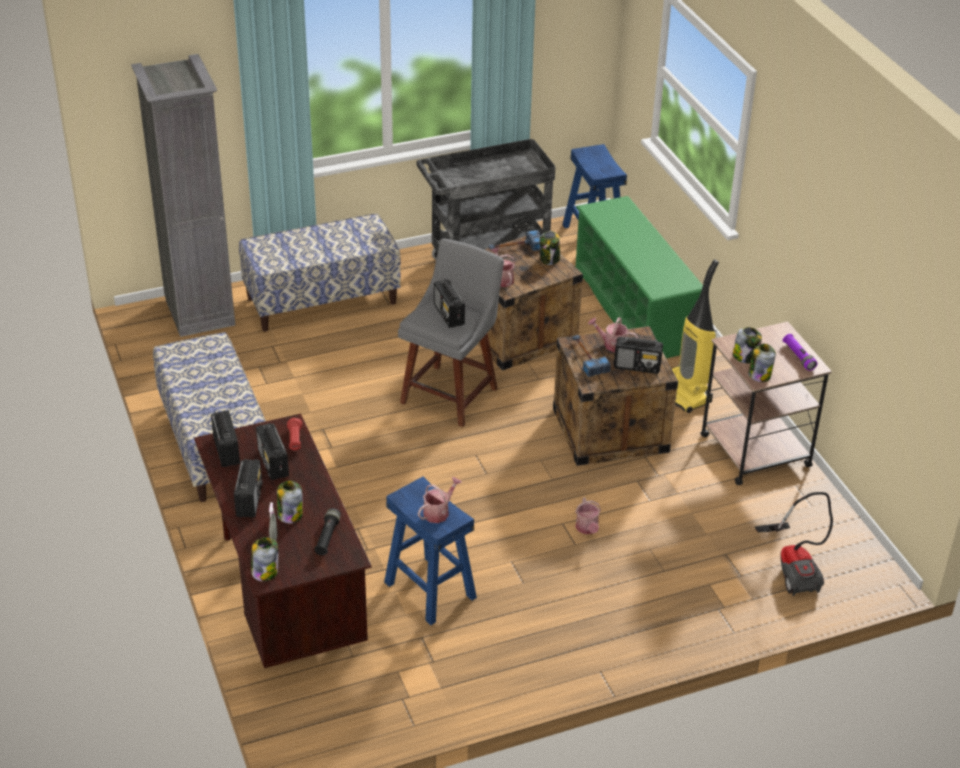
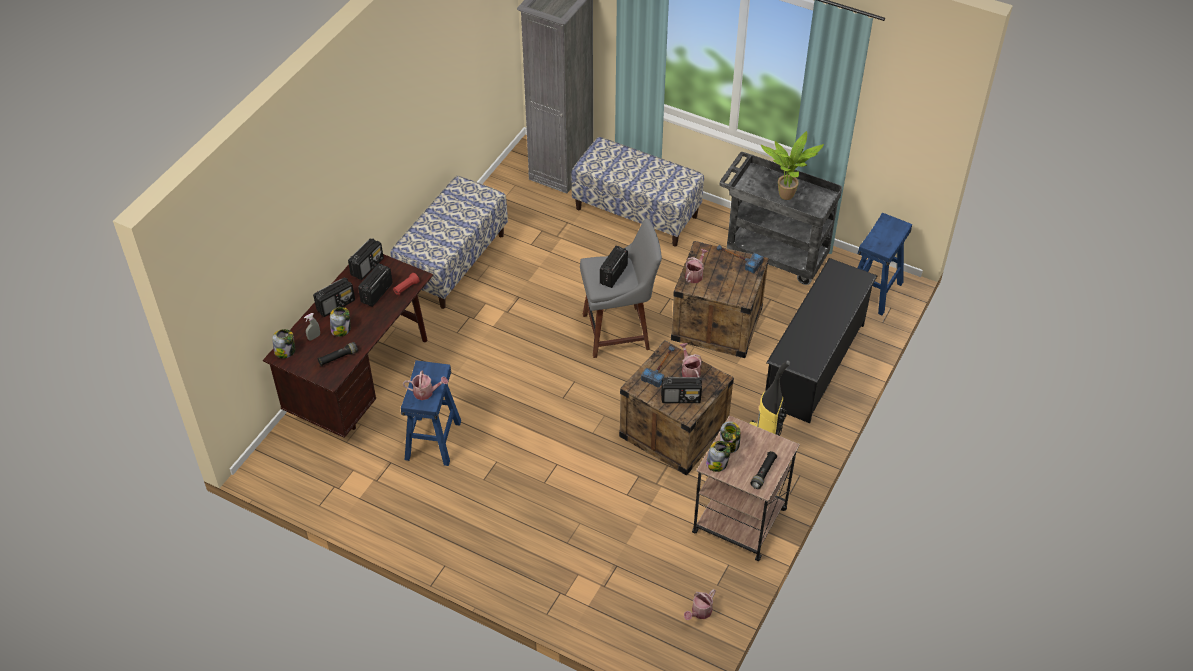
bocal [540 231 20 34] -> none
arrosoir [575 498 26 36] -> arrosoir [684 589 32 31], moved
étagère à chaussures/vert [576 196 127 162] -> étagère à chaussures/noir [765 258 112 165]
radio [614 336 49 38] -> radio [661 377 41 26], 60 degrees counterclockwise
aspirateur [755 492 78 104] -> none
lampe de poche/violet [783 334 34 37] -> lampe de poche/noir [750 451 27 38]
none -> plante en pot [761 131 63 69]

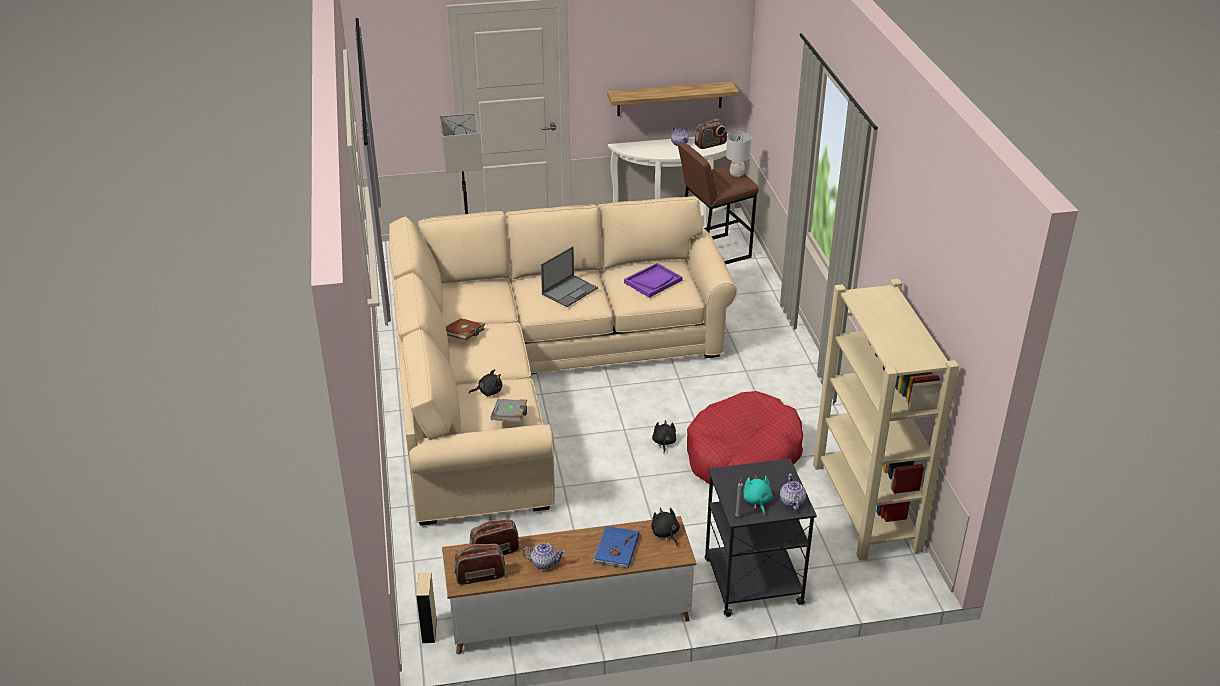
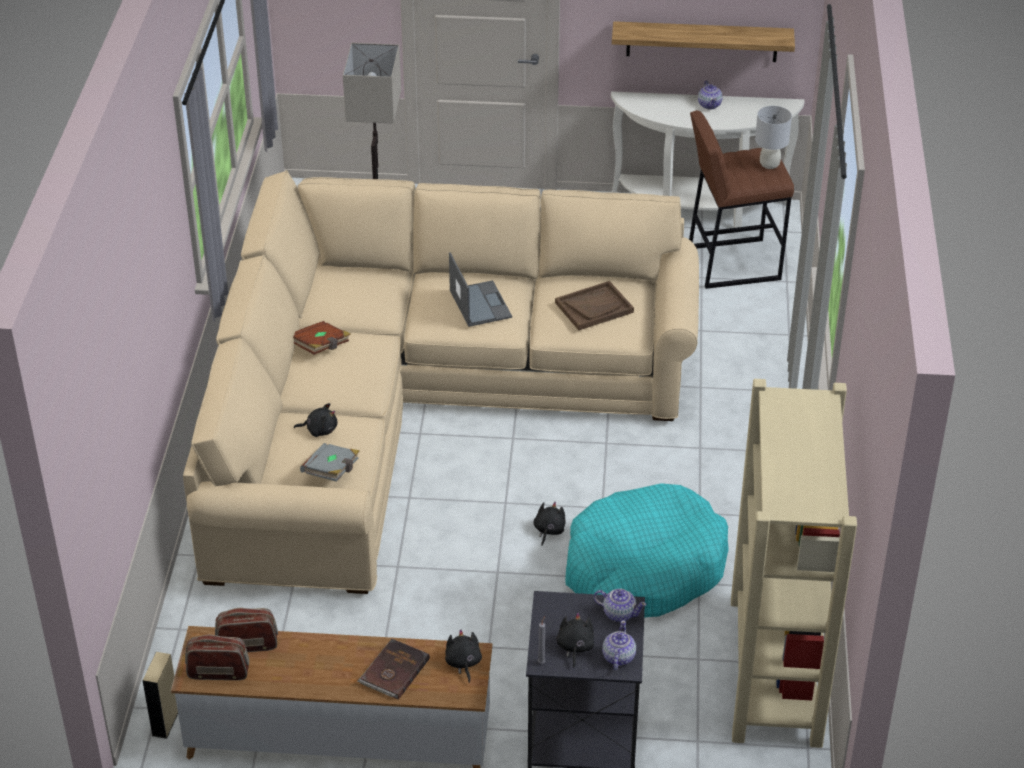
théière [522 543 43 26] -> théière [594 589 52 33], moved
ordinateur portable [541 246 57 61] -> ordinateur portable [449 252 63 75], 75 degrees counterclockwise
livre/bleu [592 526 47 43] -> livre/marron [357 639 73 61]
plateau/violet [624 263 59 35] -> plateau/marron [555 281 79 49]
panier pour chien/rouge [687 391 116 93] -> panier pour chien/turquoise [565 483 164 135]
radio [694 118 33 31] -> none
peluche/turquoise [744 474 29 41] -> peluche/noir [556 613 38 55]

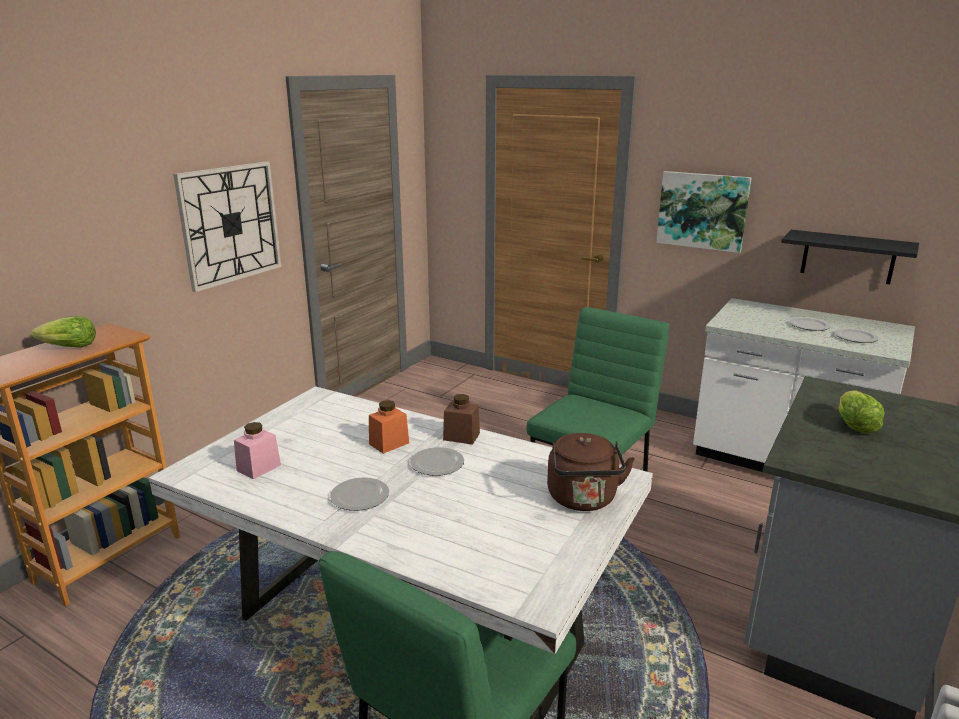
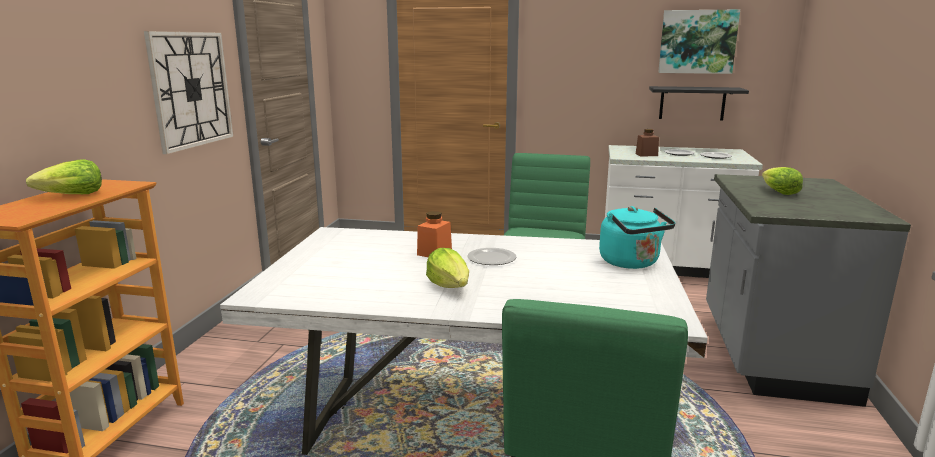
bocal/rose [234 422 47 57] -> none
assiette [330 477 59 34] -> laitue [426 248 43 40]
bocal/marron [443 394 37 51] -> bocal/marron [636 129 23 27], moved
bouilloire/marron [547 433 88 78] -> bouilloire/turquoise [599 206 76 63]
tableau [656 171 96 82] -> tableau [658 10 82 64], moved

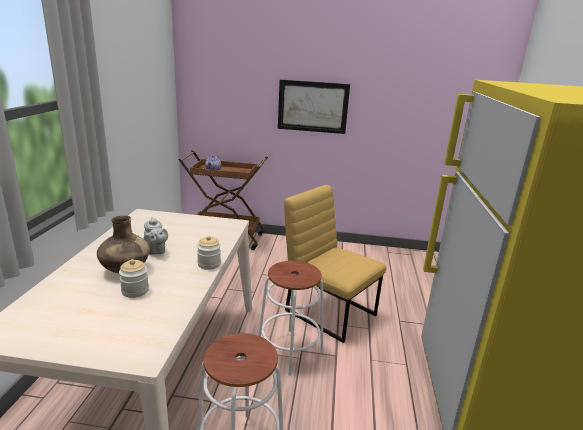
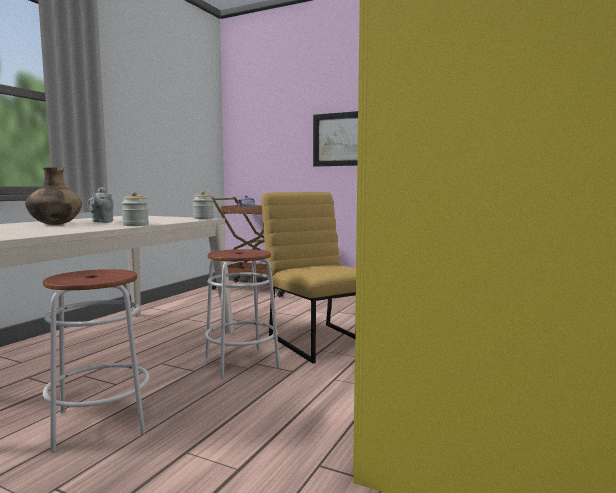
bocal [119 259 30 39] -> bocal [193 191 21 28], moved

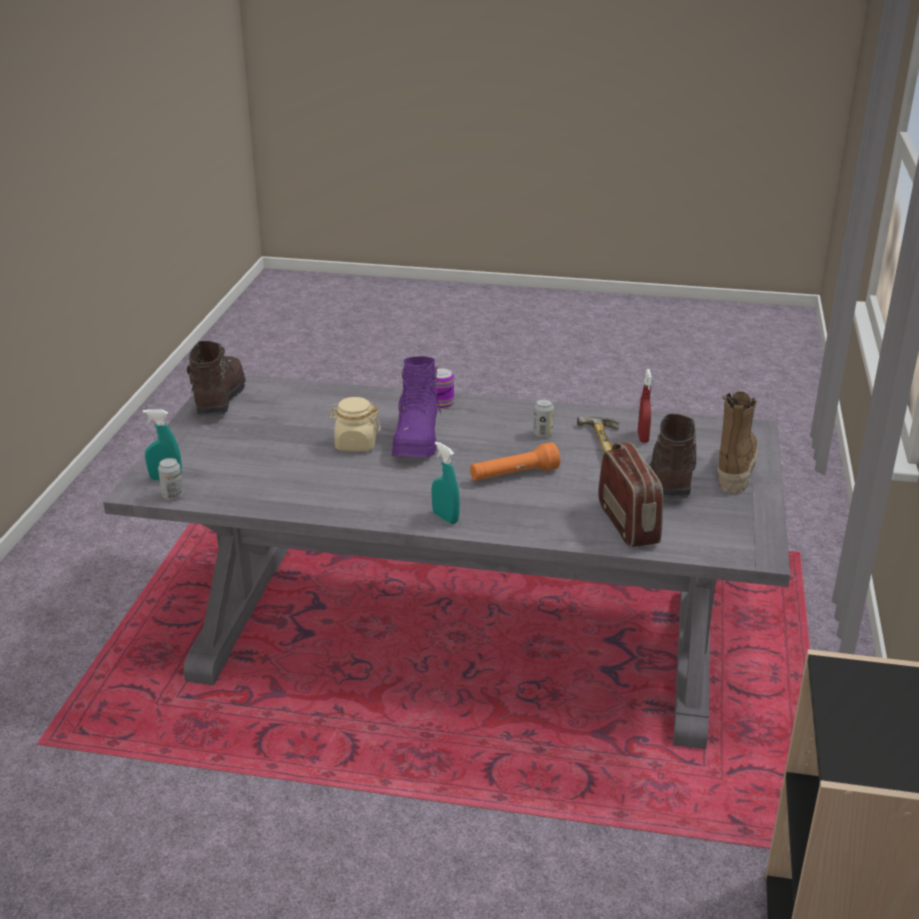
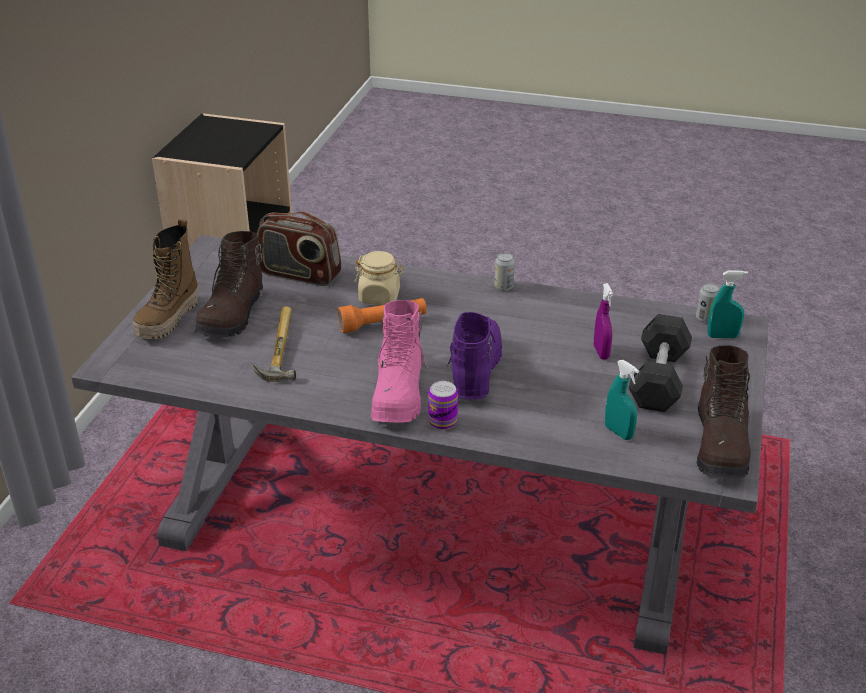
bocal/beige [328 397 53 55] -> bocal/beige [354 251 50 54], moved
vaporisateur/turquoise [431 441 29 83] -> vaporisateur/turquoise [605 360 34 80], moved
boîte métallique [533 399 21 39] -> boîte métallique [494 253 21 38], moved
radio [598 442 65 105] -> radio [257 212 85 74], 60 degrees counterclockwise
vaporisateur/rouge [638 369 14 74] -> none
none -> botte/rose [371 300 56 123]
none -> vaporisateur/violet [594 283 20 76]
none -> haltère/gris [629 314 63 98]

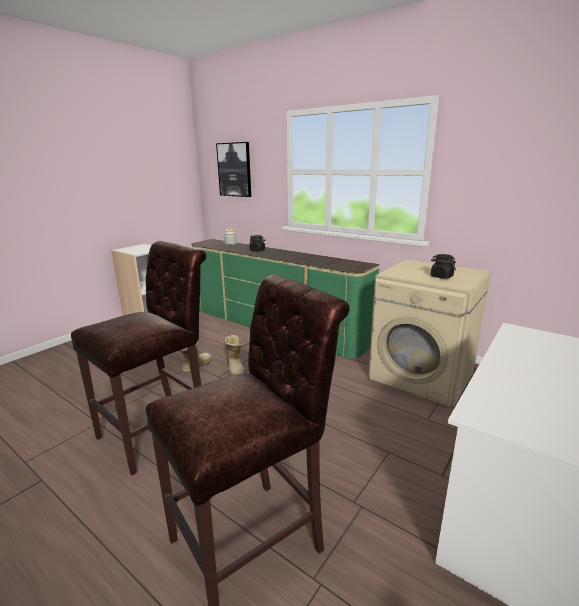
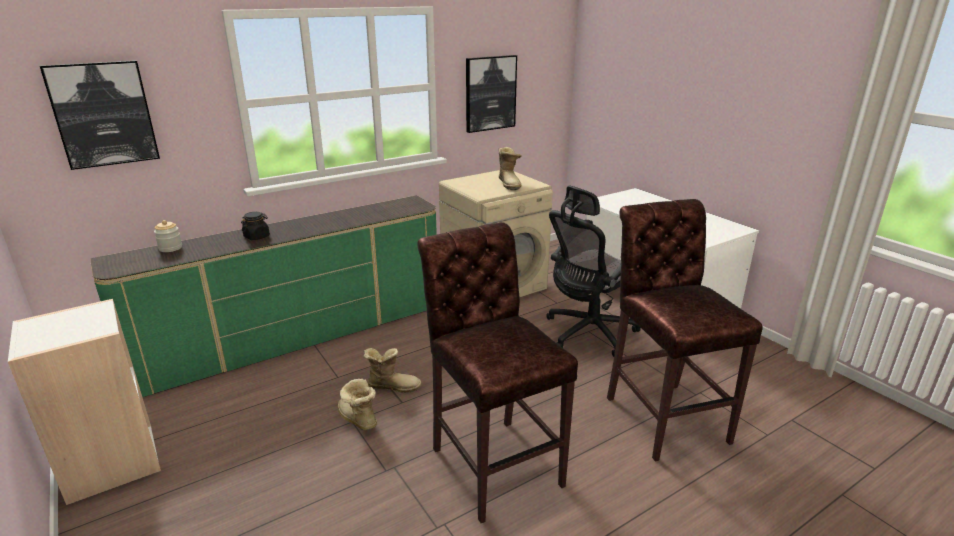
bocal/noir [431 254 25 25] -> botte [498 147 24 43]
none -> tableau [466 55 51 78]
none -> chaise de bureau [547 186 94 171]

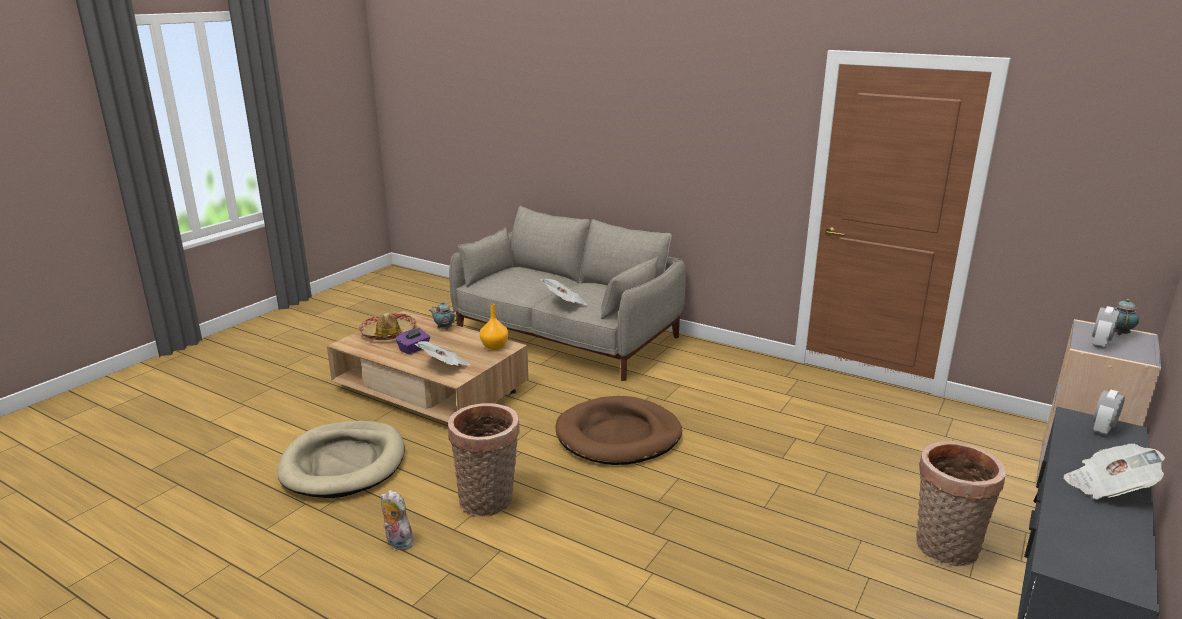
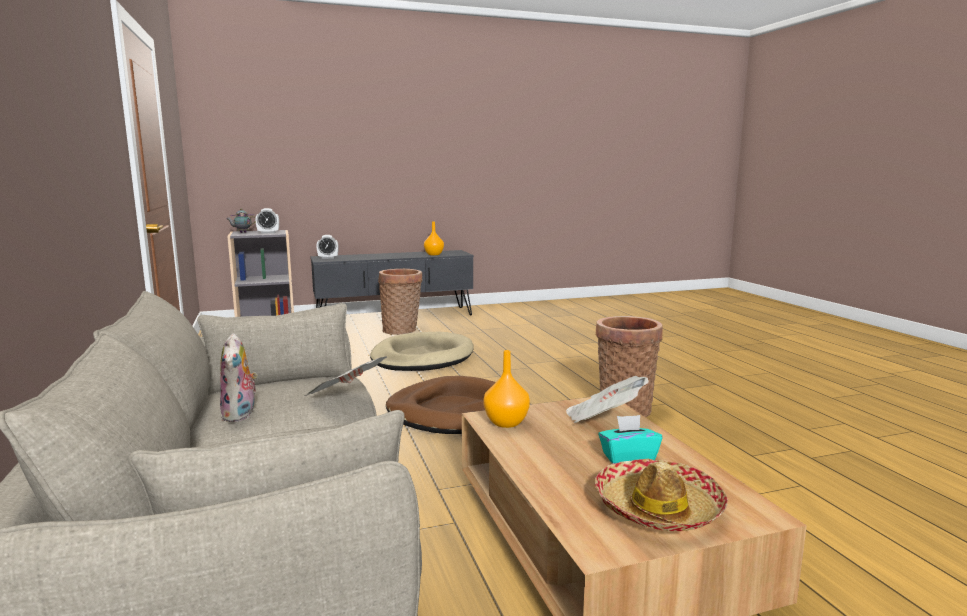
panier pour chien/beige [277 421 127 77] -> panier pour chien/beige [370 332 104 39], moved
peluche [381 490 36 60] -> peluche [220 333 38 89], moved
boîte à mouchoirs/violet [396 327 34 28] -> boîte à mouchoirs/turquoise [598 415 64 49]
théière [430 302 28 28] -> none
journal [1064 444 101 55] -> none
none -> vase/orange [424 221 20 34]

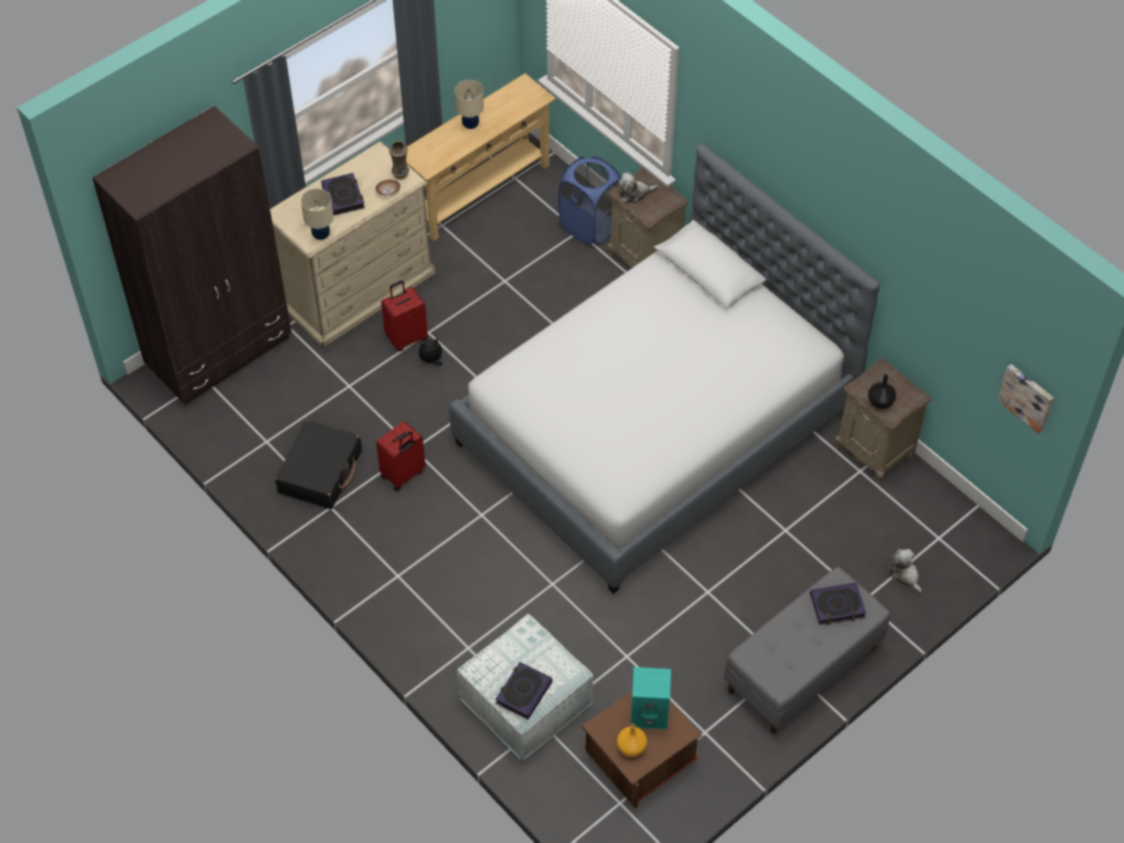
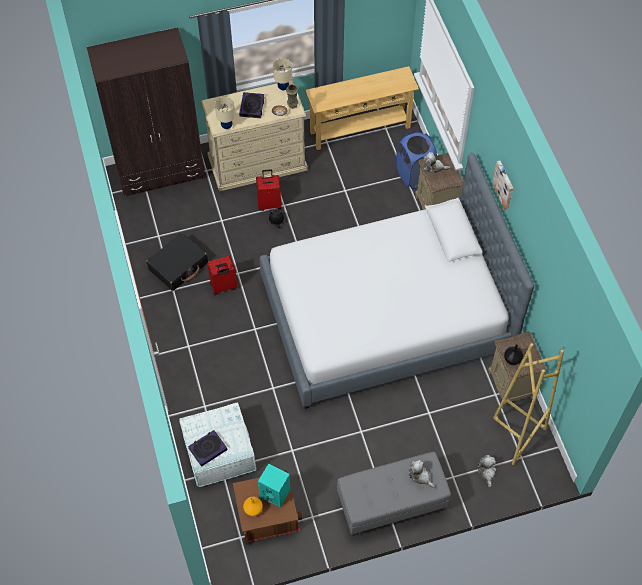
lampe de table/beige [455 80 29 49] -> lampe de table/beige [273 58 19 32], moved
livre [810 582 56 43] -> peluche [408 460 27 28]
tableau [997 364 57 69] -> tableau [492 161 21 49], moved
none -> portant/jaune [493 343 71 122]

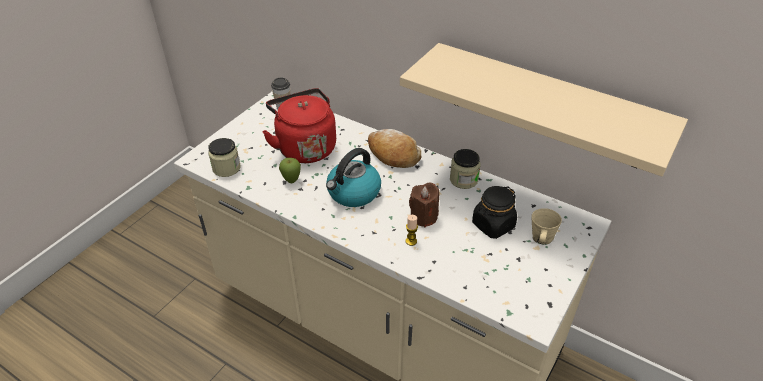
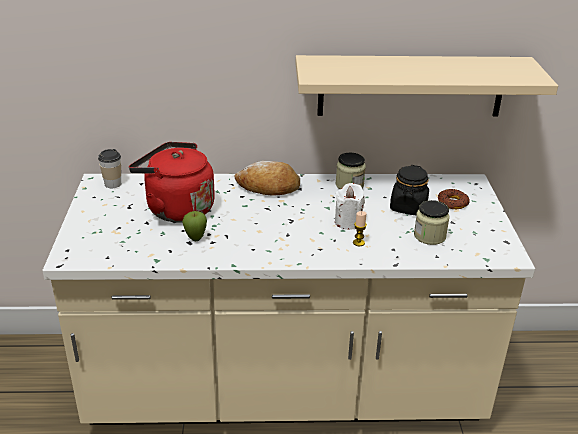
bocal [208 138 33 39] -> bocal [414 200 36 45], moved
bouilloire [326 148 55 59] -> none
bougie/marron [409 183 30 44] -> bougie/blanc [335 183 30 47]
mug/beige [531 208 31 37] -> beignet [438 189 32 20]

